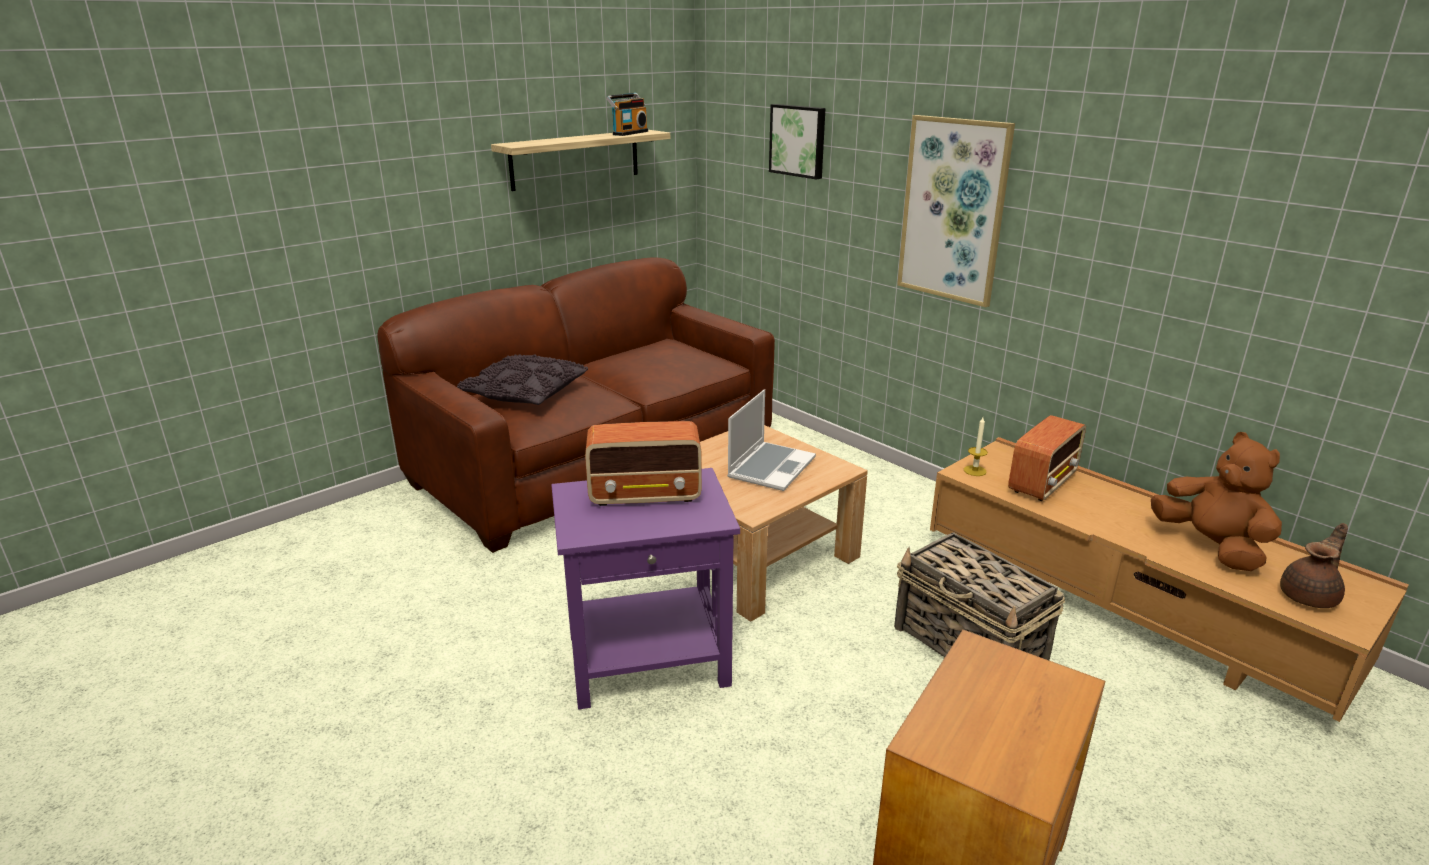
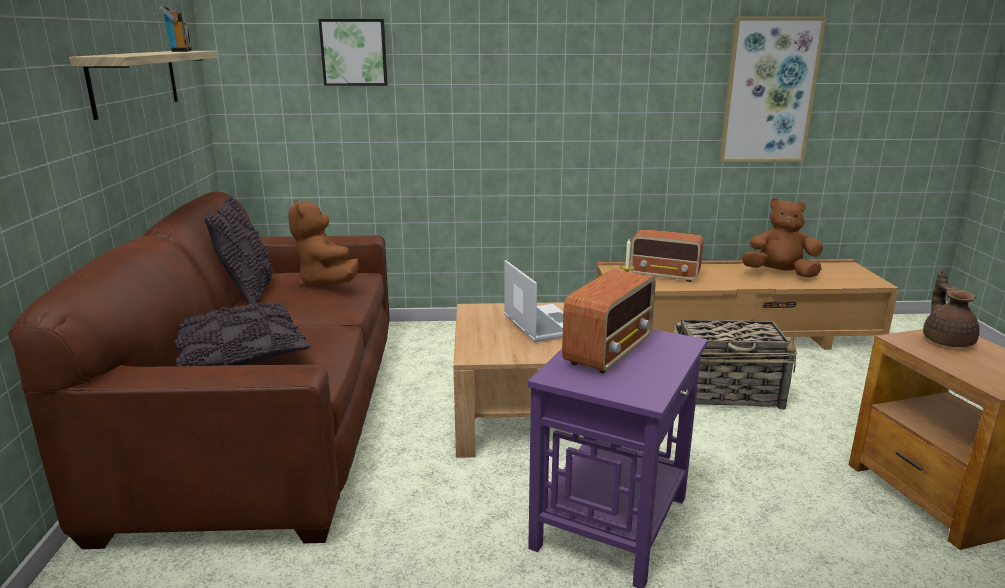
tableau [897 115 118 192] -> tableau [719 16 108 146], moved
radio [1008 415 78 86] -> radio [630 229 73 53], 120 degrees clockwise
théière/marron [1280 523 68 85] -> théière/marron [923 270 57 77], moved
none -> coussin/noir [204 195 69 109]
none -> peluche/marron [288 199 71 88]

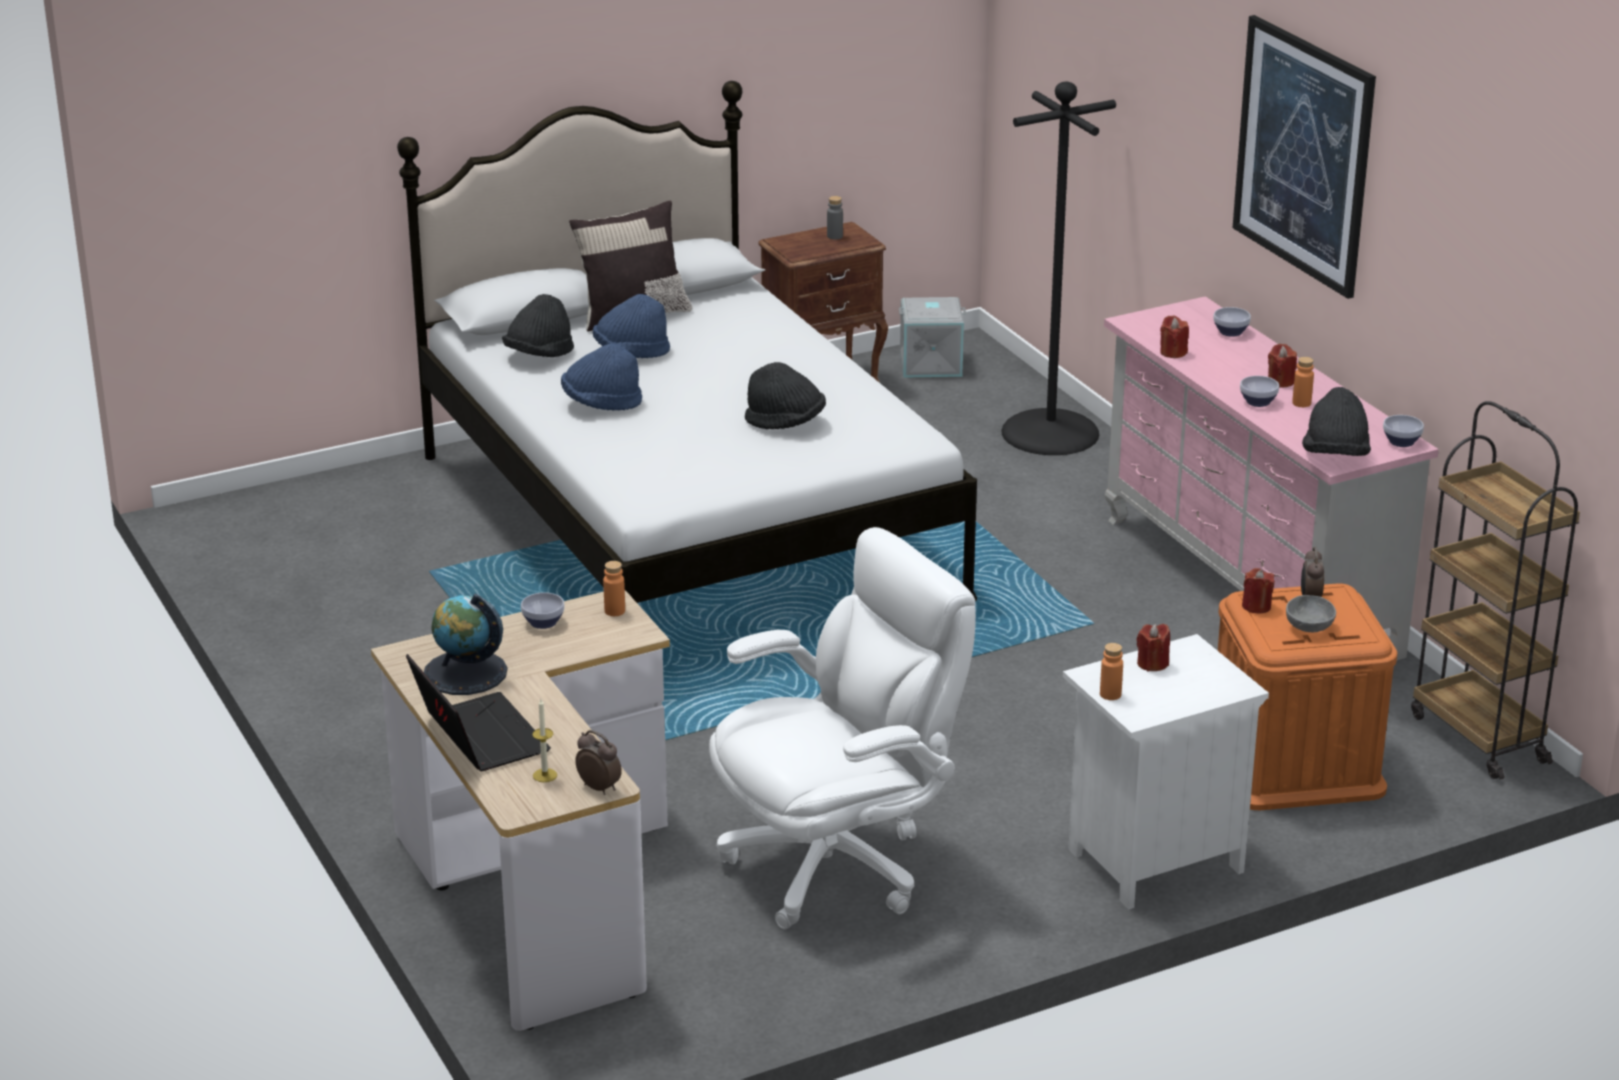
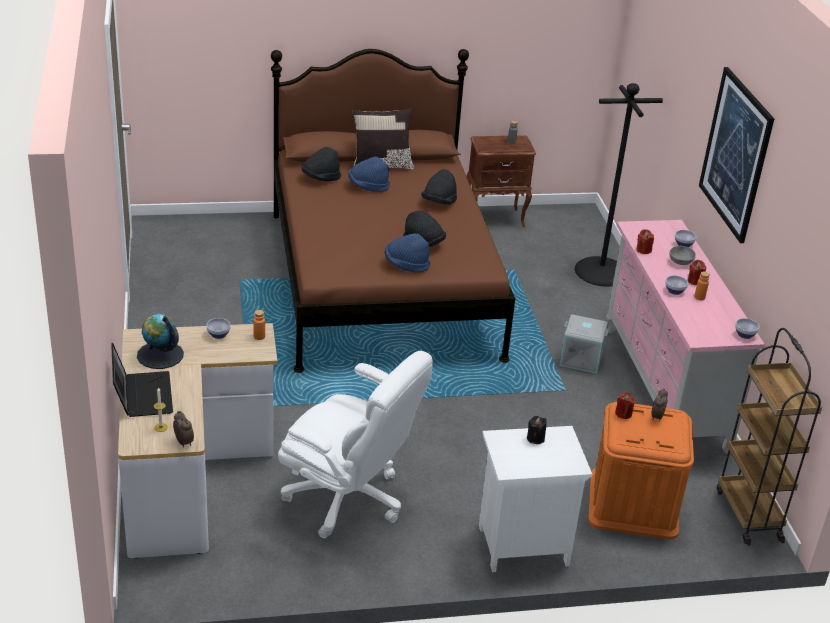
lit/blanc [397 81 580 522] -> lit/marron [271 49 245 324]
chapeau/bleu [561 344 81 67] -> chapeau/bleu [385 233 45 39], moved
chaise de bureau/blanc [709 527 267 403] -> chaise de bureau/blanc [278 351 155 188], 45 degrees clockwise
boîte de rangement/gris [899 297 67 81] -> boîte de rangement/gris [559 314 49 60], moved
bouteille/orange [1100 643 23 57] -> none
bougie/rouge [1137 624 33 48] -> bougie/noir [527 416 20 28]
bol/gris [1286 595 50 37] -> bol/gris [669 246 27 19], moved
chapeau/noir [1302 387 69 69] -> chapeau/noir [421 169 36 35], moved

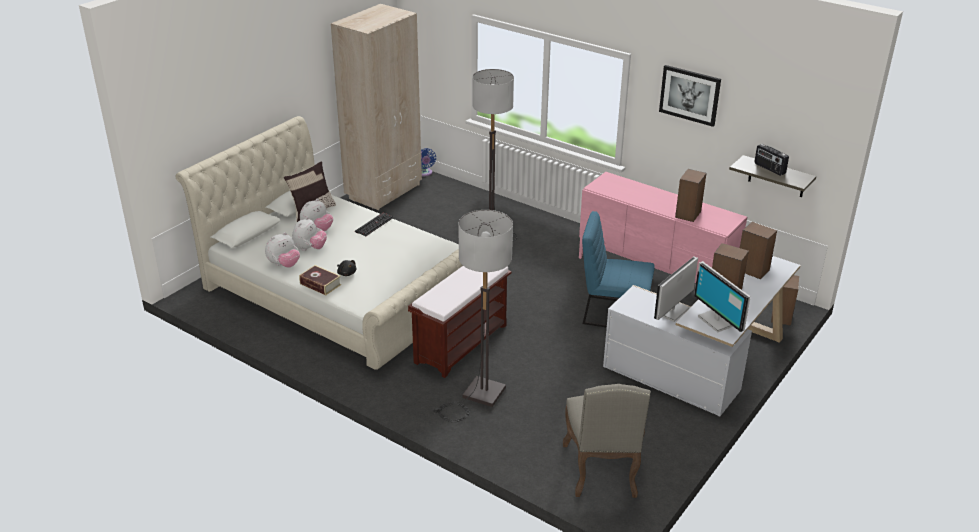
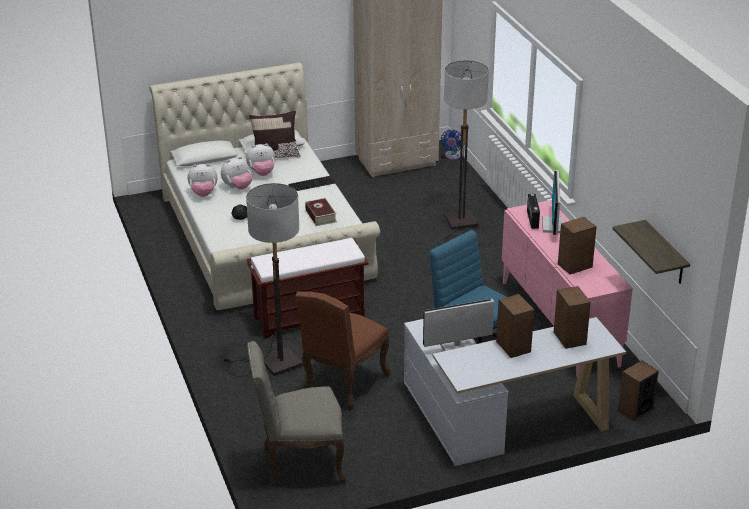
livre [299 265 42 30] -> livre [305 198 32 28], moved
chaise/gris [563 384 88 114] -> chaise/gris [247 341 99 146], 45 degrees clockwise
tableau [659 65 62 62] -> none
écran d'ordinateur [694 261 57 72] -> écran d'ordinateur [542 170 21 65], moved
radio [754 144 35 32] -> radio [527 194 13 35], moved
none -> chaise/marron [295 291 95 119]

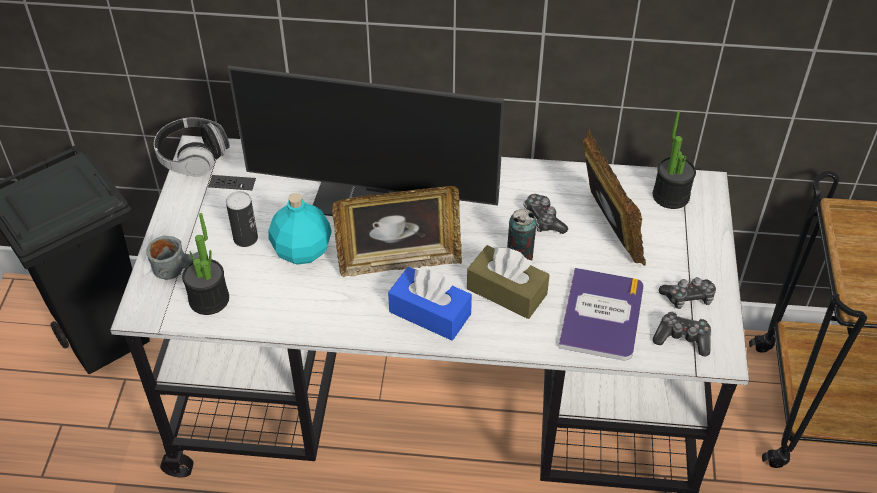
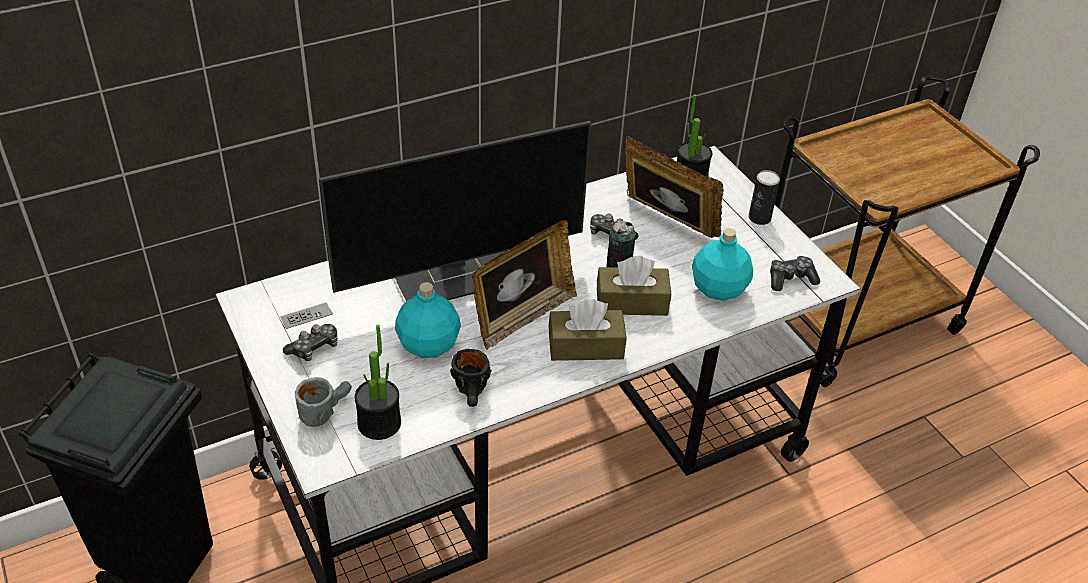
casque audio [154 117 76 60] -> none
boîte métallique [226 191 32 56] -> boîte métallique [749 170 31 55], moved
boîte à mouchoirs/bleu [388 267 84 74] -> boîte à mouchoirs/marron [549 299 78 62]
livre [558 268 85 93] -> bouteille/turquoise [692 228 61 73]
manette [659 277 57 32] -> manette [283 324 55 37], moved
none -> mug/noir [450 349 42 58]

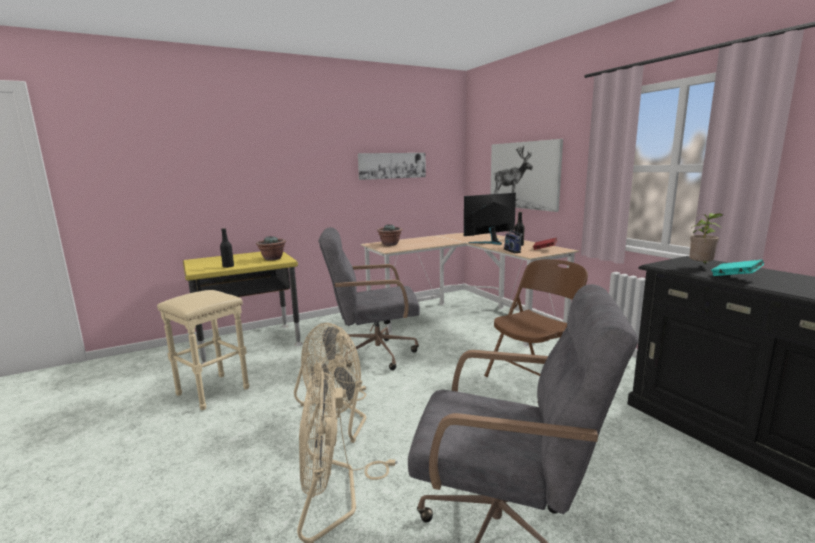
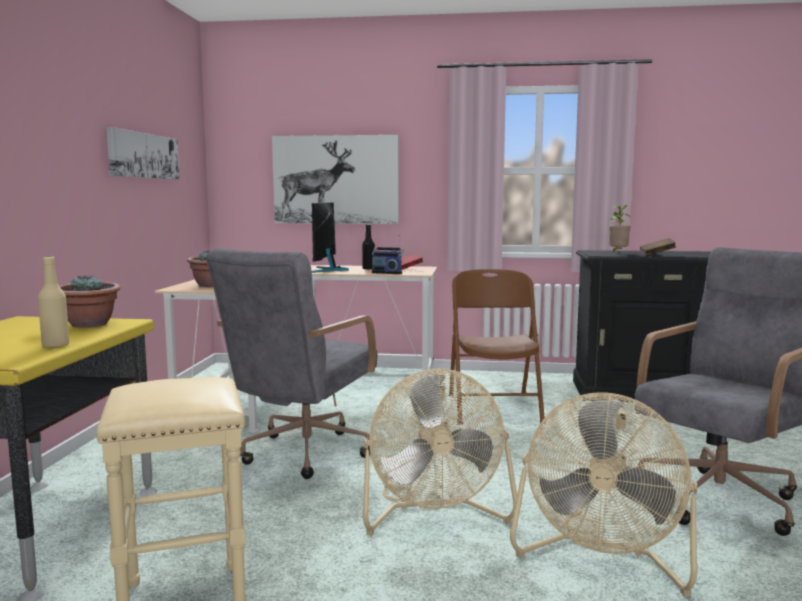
bouteille/noir [220 228 14 40] -> bouteille/beige [38 256 32 92]
livre/turquoise [711 260 53 16] -> livre/marron [640 238 36 18]

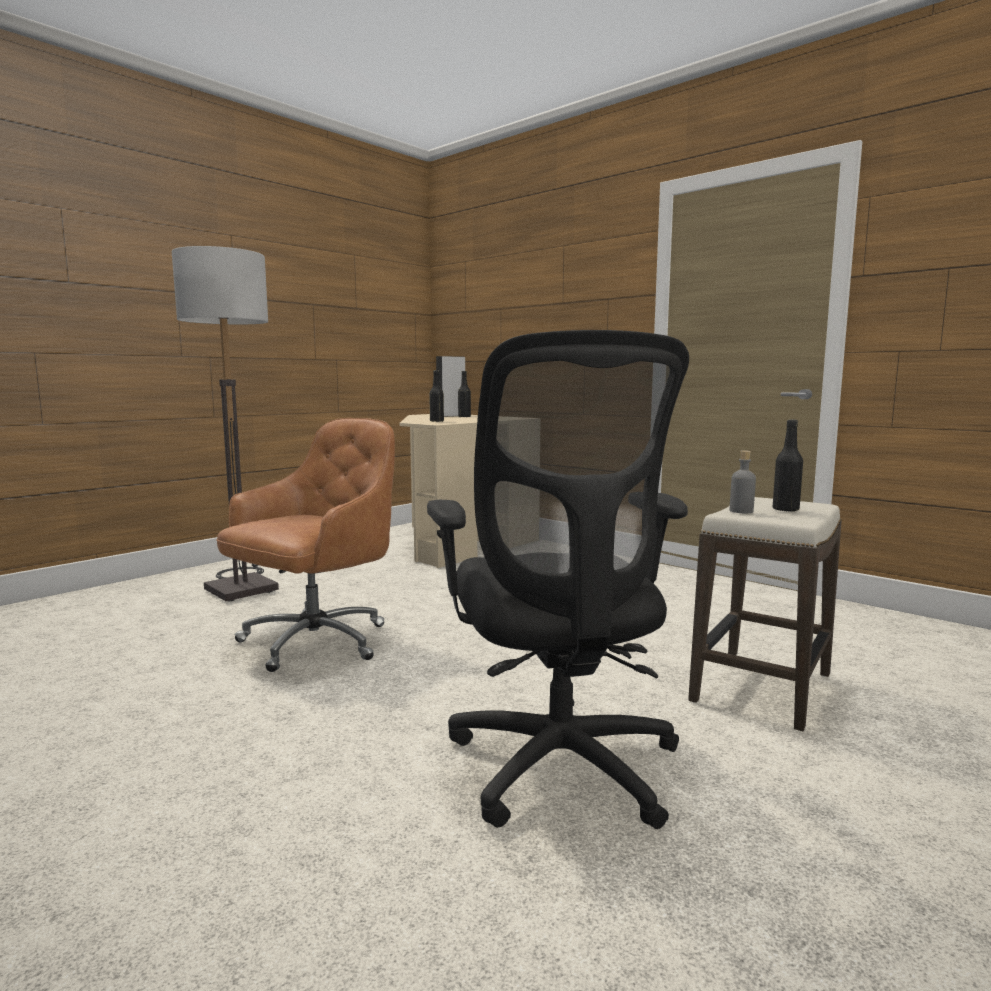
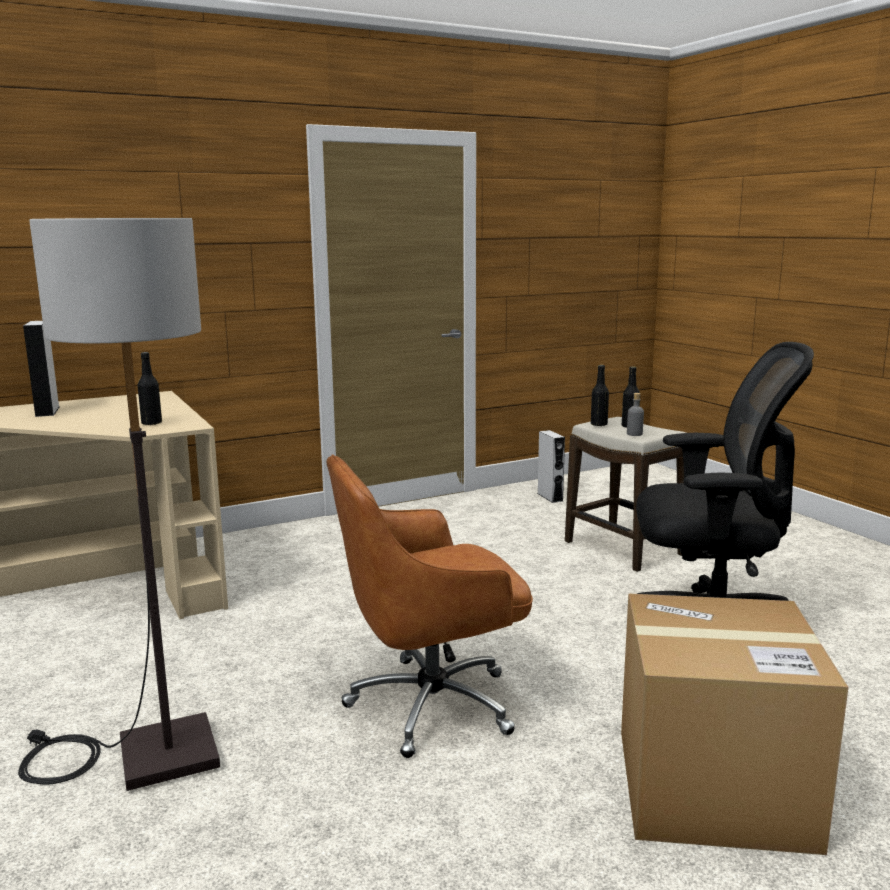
chaise de bureau/marron [216 418 179 254] -> chaise de bureau/marron [326 454 207 304], 75 degrees counterclockwise
bouteille/noir [458 371 13 46] -> bouteille/noir [591 365 18 62], moved
none -> enceinte/gris [538 430 27 73]
none -> carton [621 593 227 262]

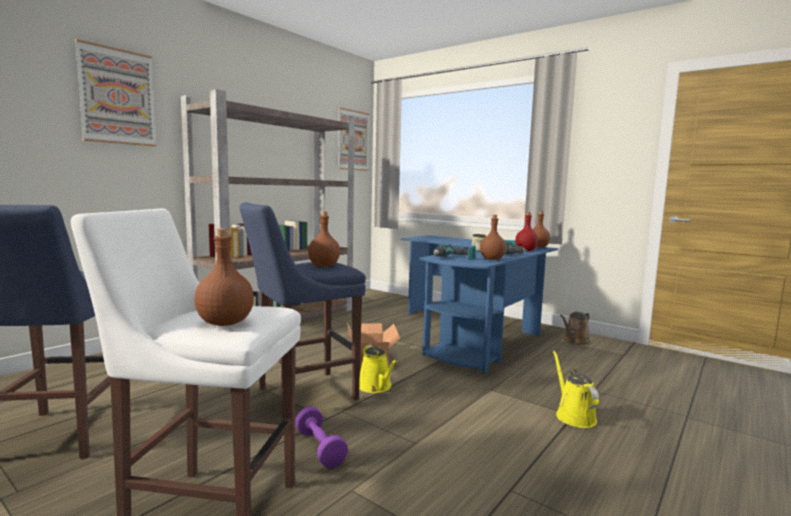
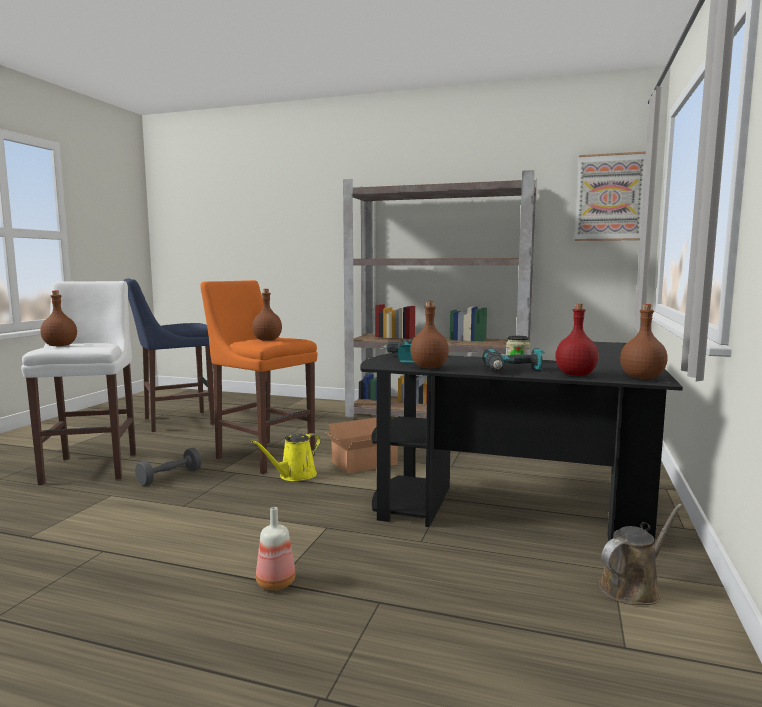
tableau [75 39 82 108] -> none
tabouret/bleu [240 202 126 216] -> tabouret/orange [201 280 116 194]
haltère/violet [295 407 53 61] -> haltère/gris [135 448 66 38]
bureau/bleu [401 235 157 139] -> bureau/noir [360 342 323 202]
arrosoir/jaune [553 351 46 77] -> bouteille [256 507 39 83]
arrosoir/marron [560 312 31 33] -> arrosoir/marron [599 504 84 101], 120 degrees clockwise

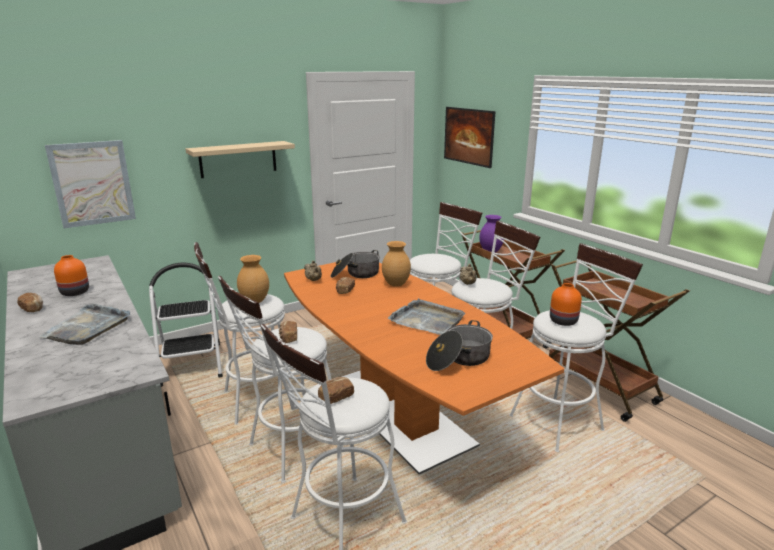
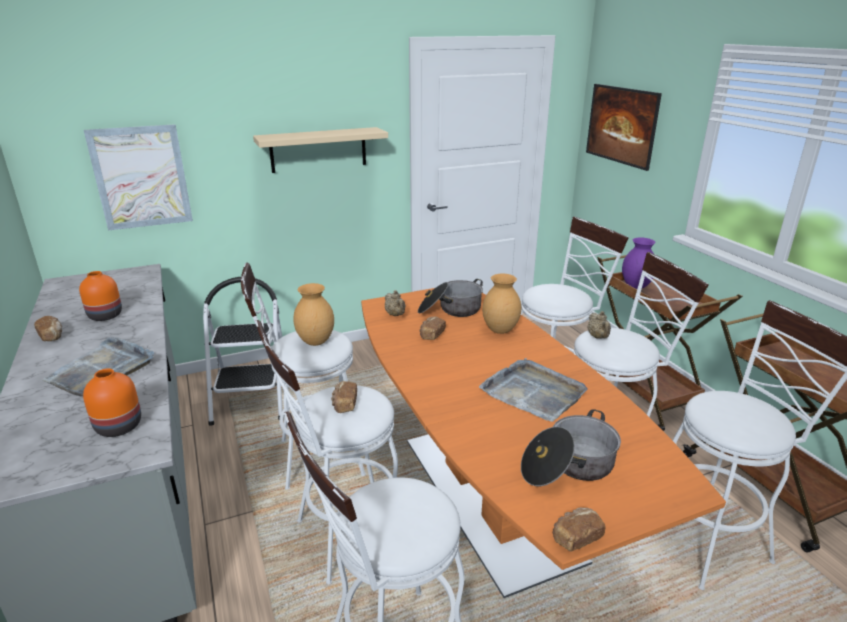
pain [318 377 36 27] -> pain [553 507 53 44], moved
vase/orange [550 283 32 43] -> vase/orange [83 368 58 69], moved

